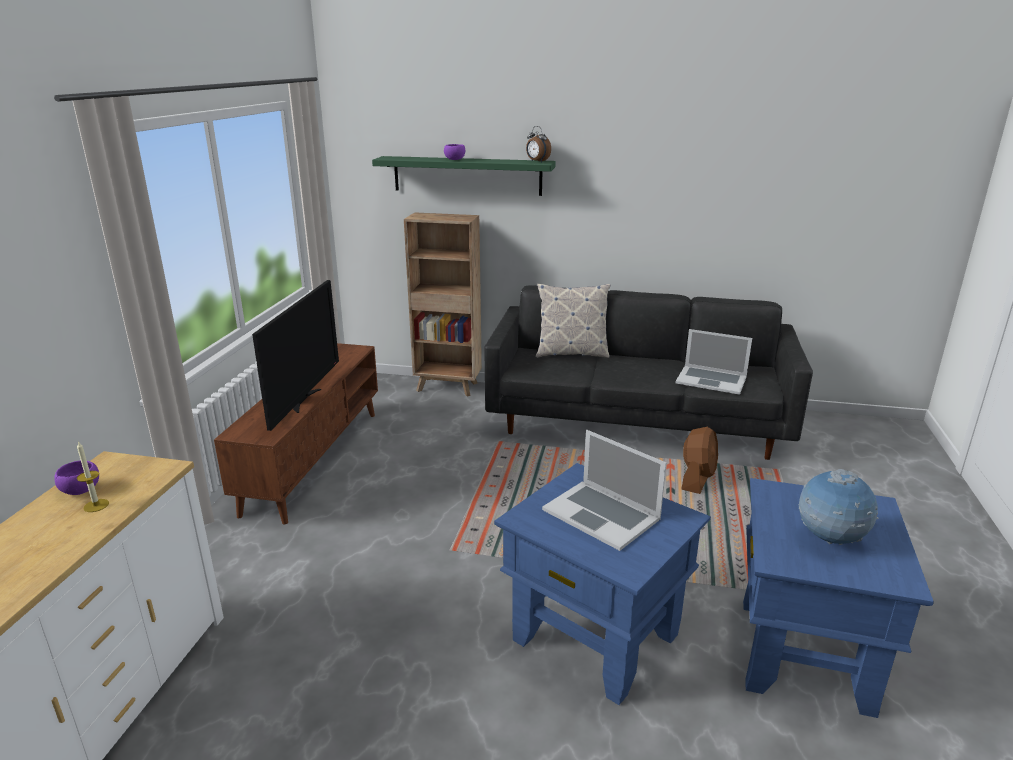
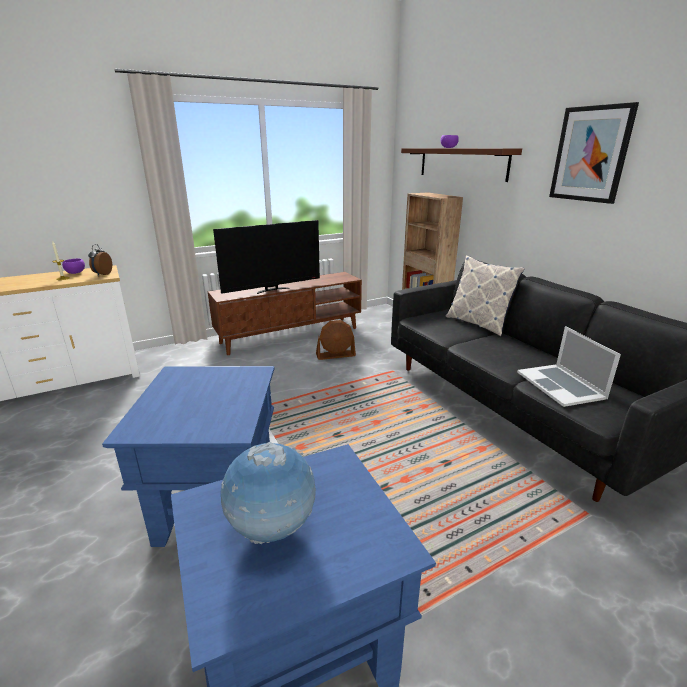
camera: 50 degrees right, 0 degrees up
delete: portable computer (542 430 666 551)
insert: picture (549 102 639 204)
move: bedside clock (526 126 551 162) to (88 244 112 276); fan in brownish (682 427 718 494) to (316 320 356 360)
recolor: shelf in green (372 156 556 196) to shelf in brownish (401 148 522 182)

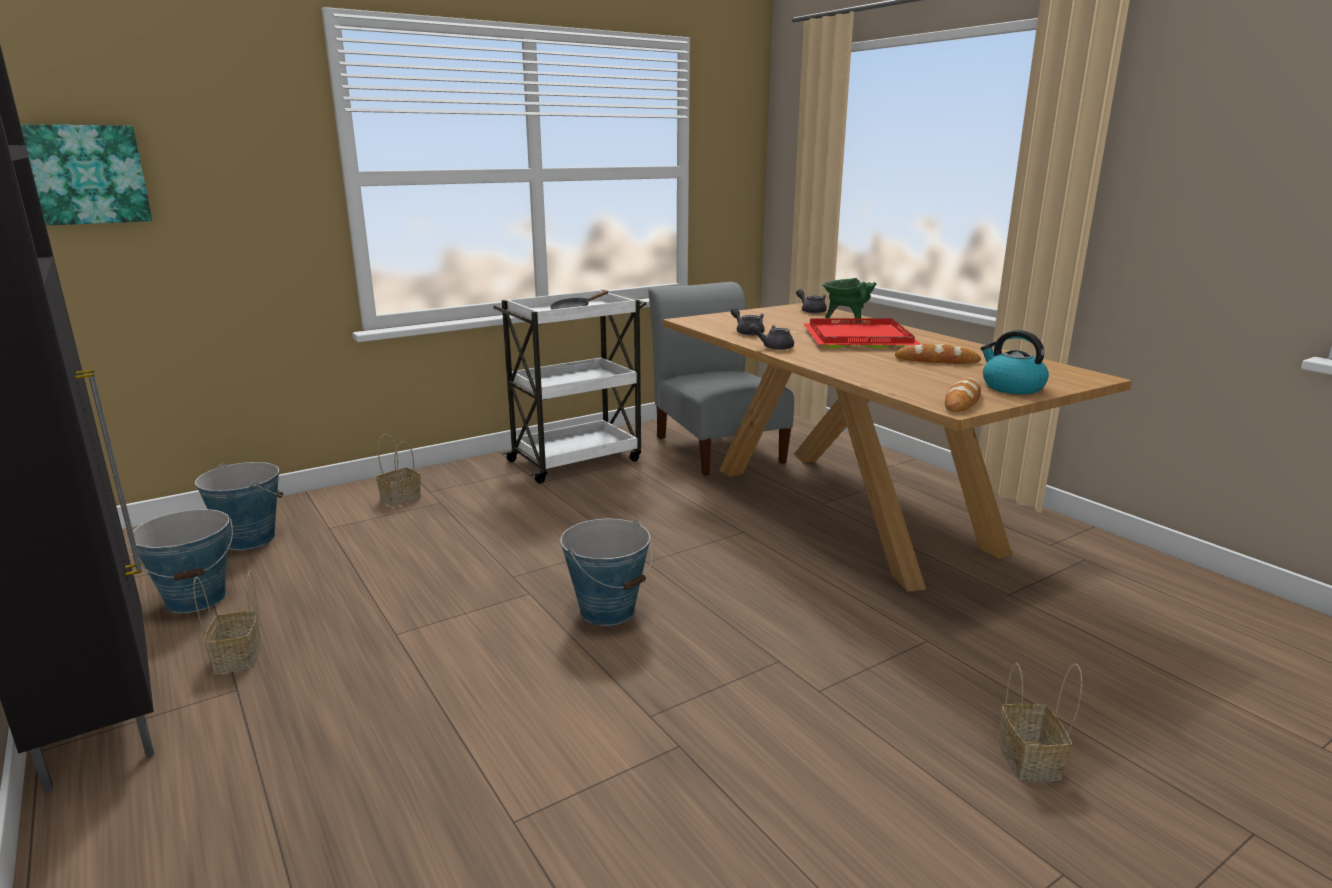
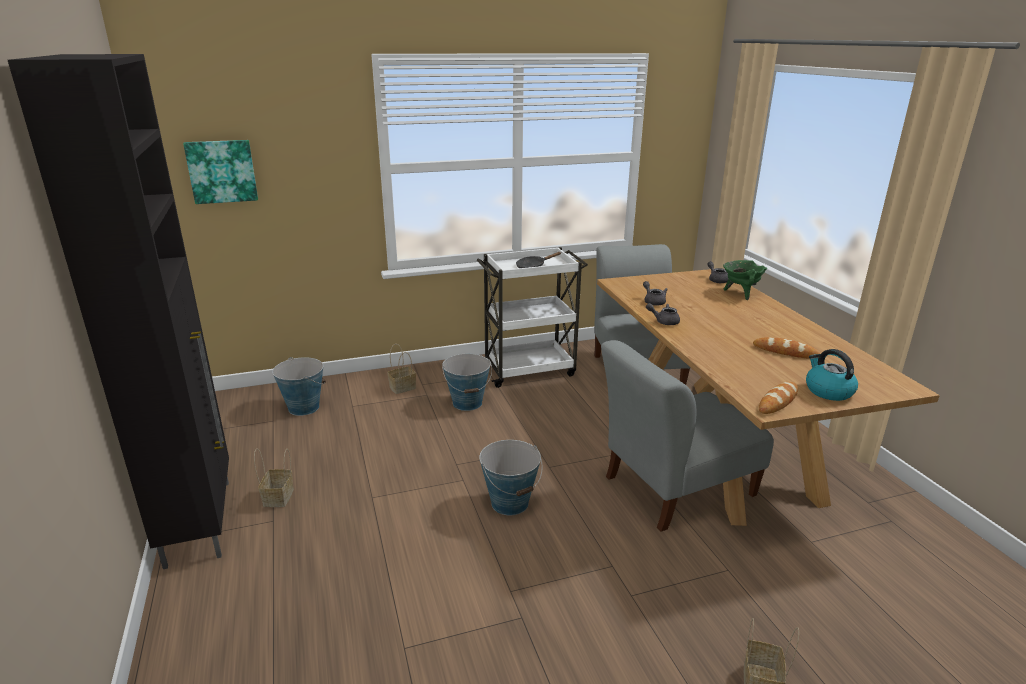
camera: 15 degrees right, 5 degrees up
delete: serving tray in red (804 318 920 348)
insert: upright chair in gray (601 340 774 532)
move: bucket (128 509 233 613) to (442 354 492 411)

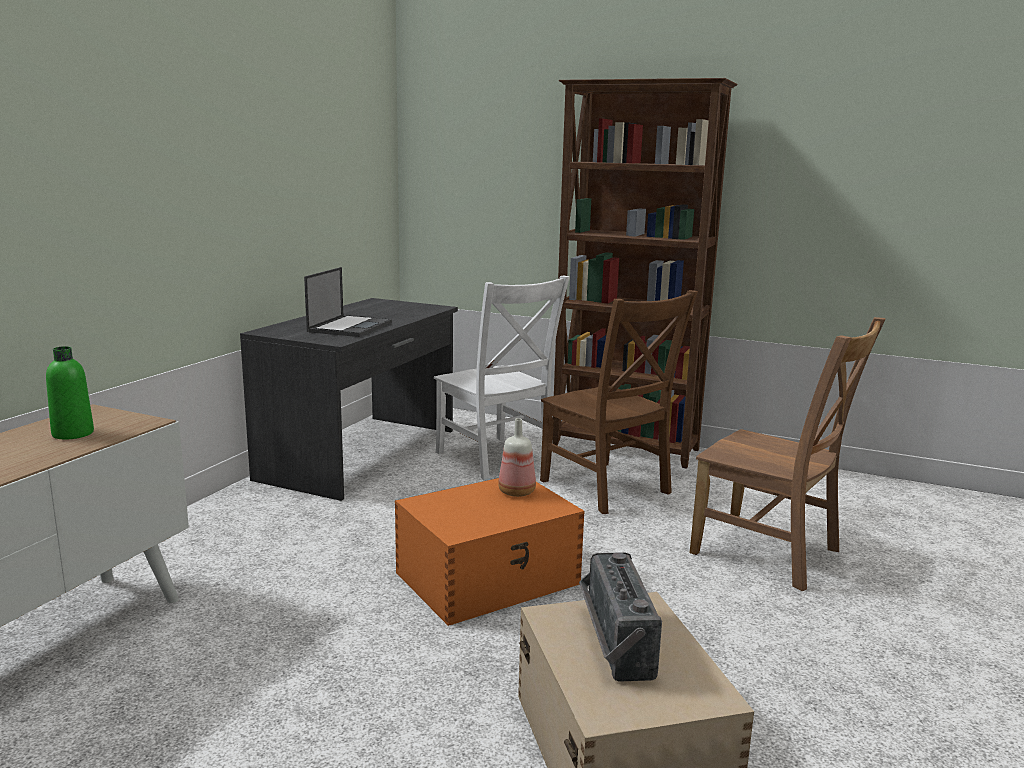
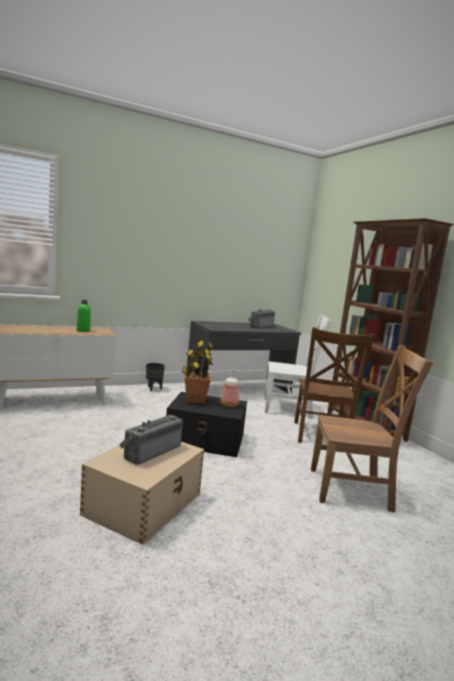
camera: 40 degrees right, 5 degrees down
delete: portable computer (304 267 392 337)
insert: plant pot in blackish (146 363 165 391); houseplant (182 340 214 404); radio receiver (248 309 275 328)
recolor: storage bin in orange (395 478 585 626) to storage bin in blackish (166 392 247 457)
rotate: upright chair in white (434 276 570 481) = (264 314 333 419) 90 degrees counterclockwise; upright chair in brownish (690 317 885 591) = (311 345 434 513) 75 degrees counterclockwise

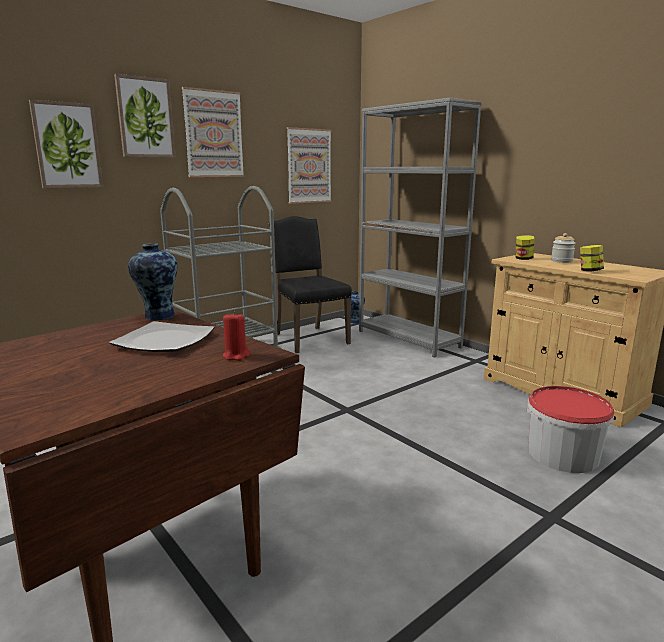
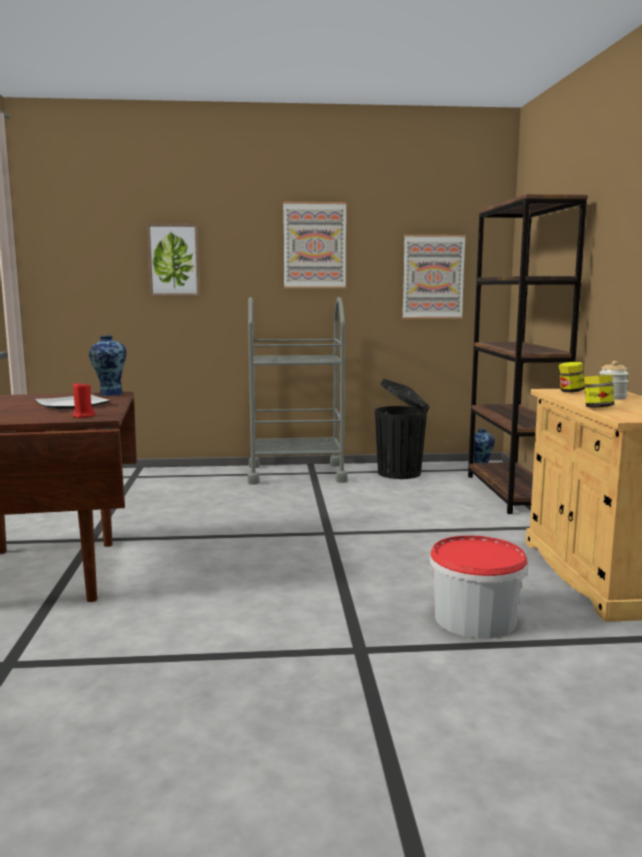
camera: 35 degrees right, 5 degrees down
delete: picture (114 74 176 158)
replace: upright chair in blackish (269 216 352 353) to trash can in blackish (375 379 430 479)
recolor: bookshelf in gray (359 98 482 358) to bookshelf in brownish (468 194 588 514)

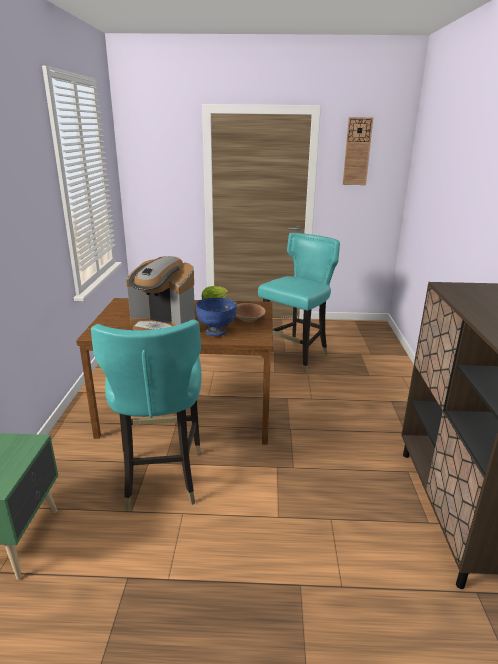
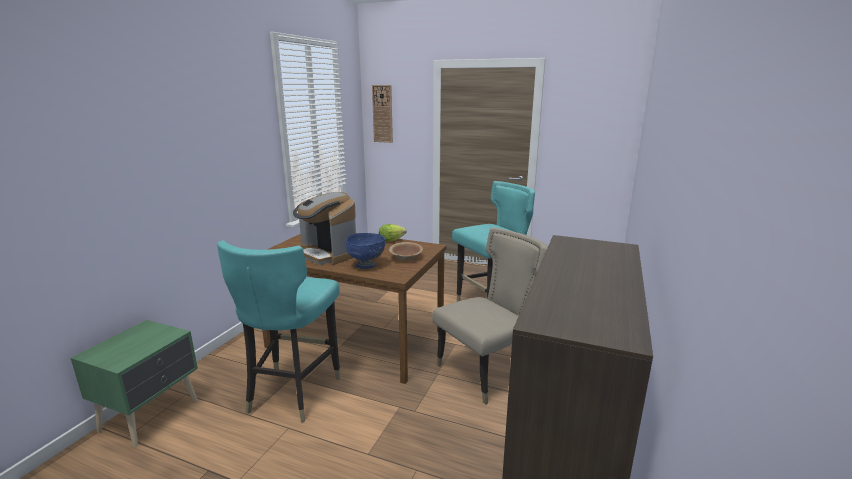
camera: 20 degrees right, 5 degrees down
insert: upright chair in beige-coloured (432 228 548 405)
move: hanging clock (343 117 373 185) to (372 85 393 143)

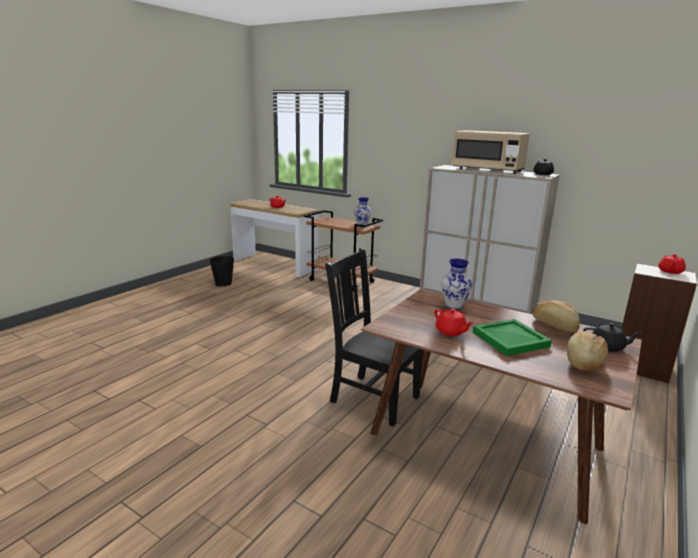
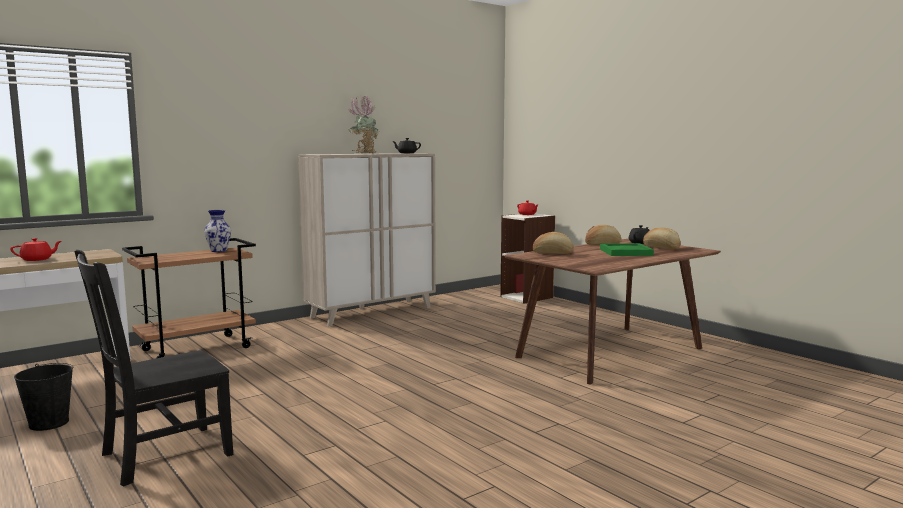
camera: 70 degrees left, 10 degrees down
delete: pot for tea in red (434 309 474 336)
move: upright chair in blackish (325 248 423 426) to (74 250 233 487)
replace: flower vase (441 258 472 309) to bread (532 232 574 254); microwave oven in beige-coloured (451 130 529 174) to houseplant (348 95 380 153)

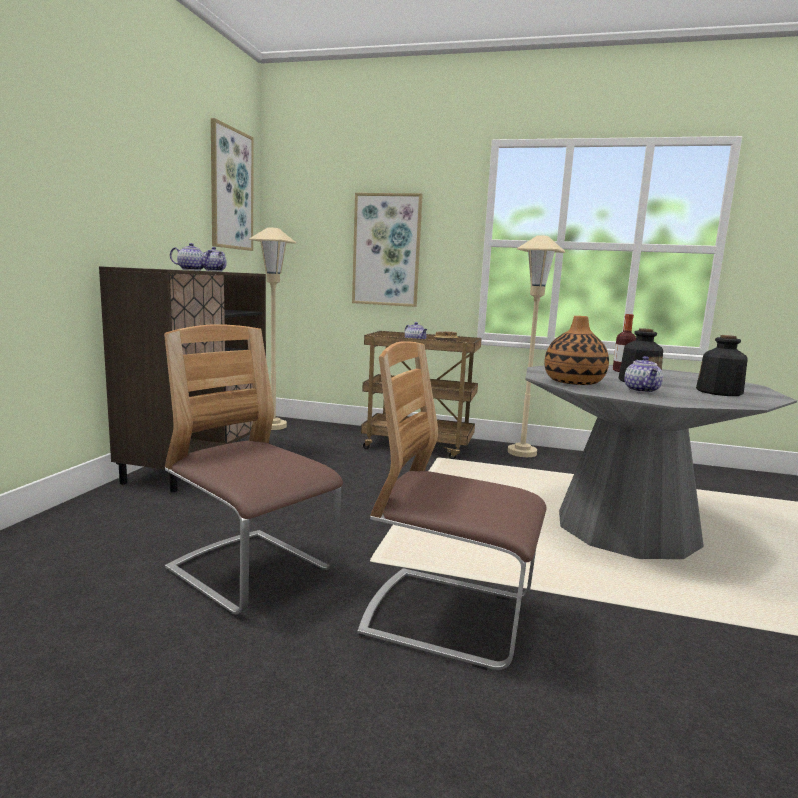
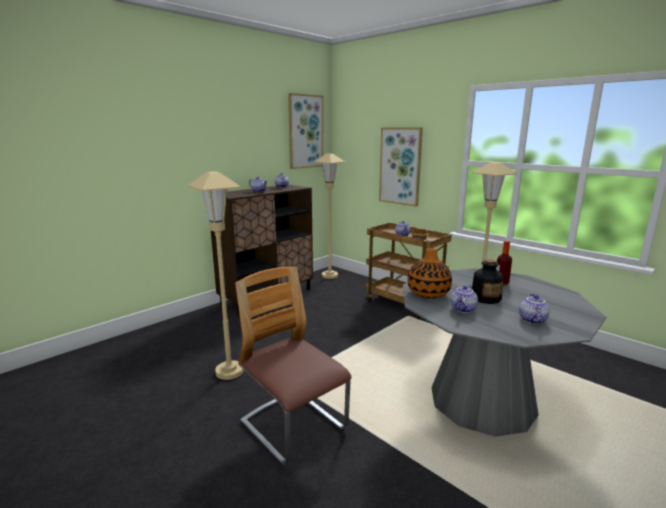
camera: 30 degrees right, 5 degrees up
replace: upright chair (164 324 343 614) to standing lamp in beige-coloured (188 172 244 380); drink bottle (696 335 748 396) to pot for tea (519 293 550 324)

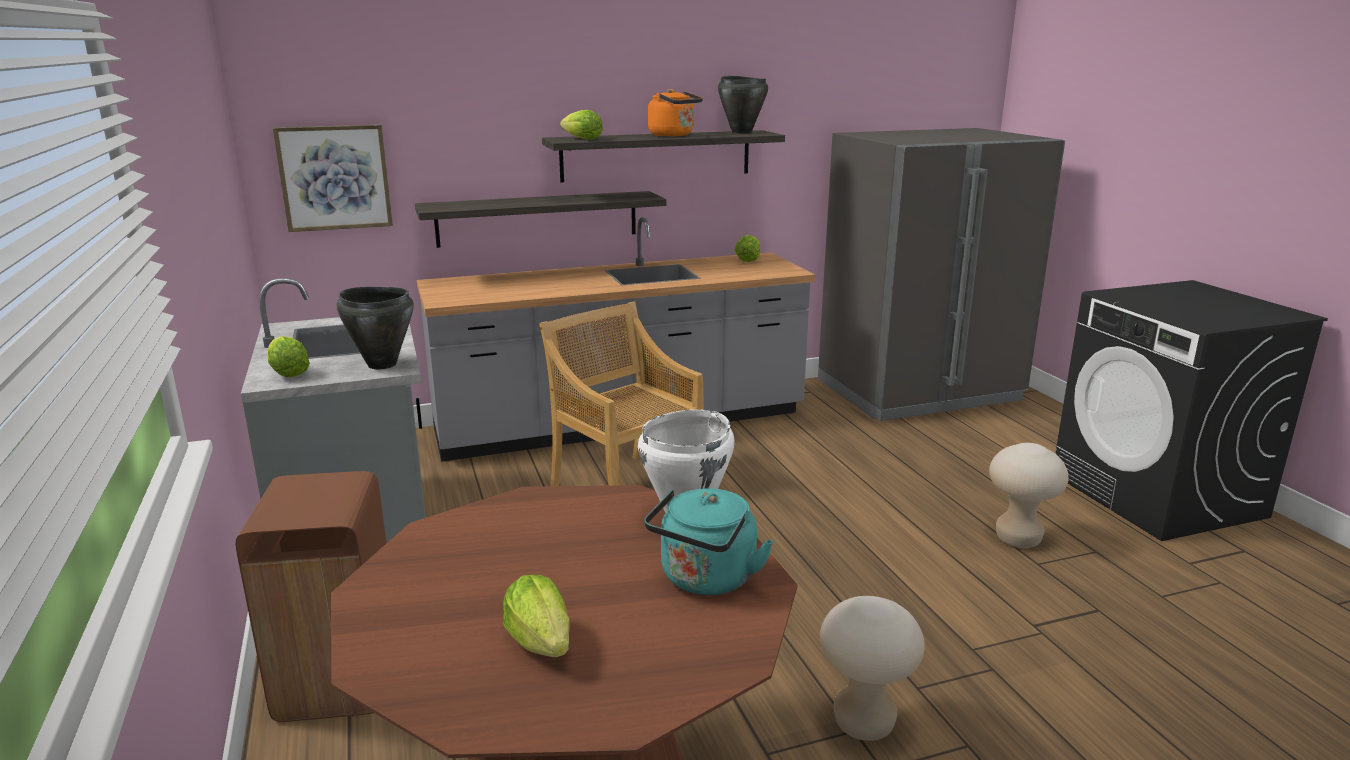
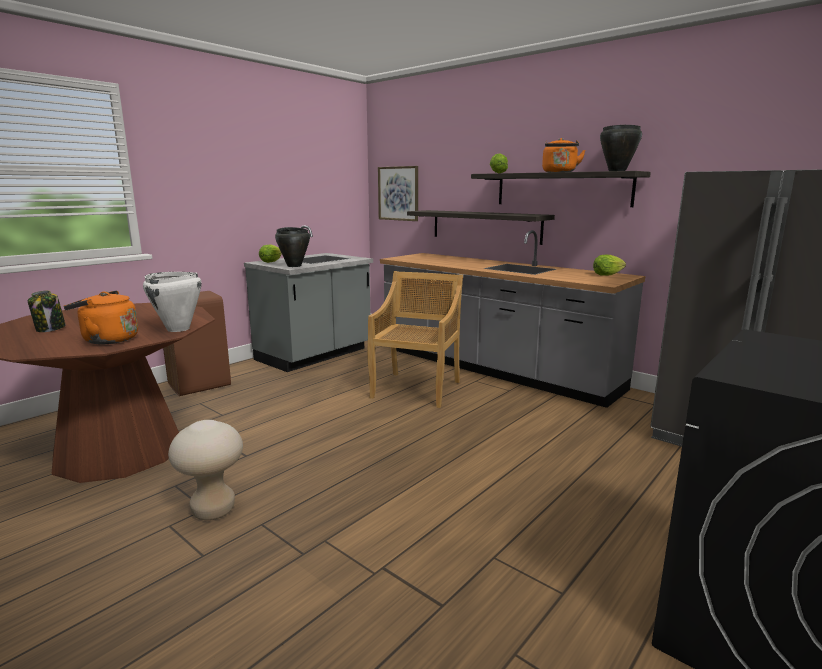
camera: 60 degrees right, 5 degrees down
delete: sitting stool in beige-coloured (989 443 1069 548)
replace: lettuce (503 575 570 657) to jar (28 290 66 332)
recolor: kettle in blue-green (644 488 774 595) to kettle in orange (64 290 138 344)

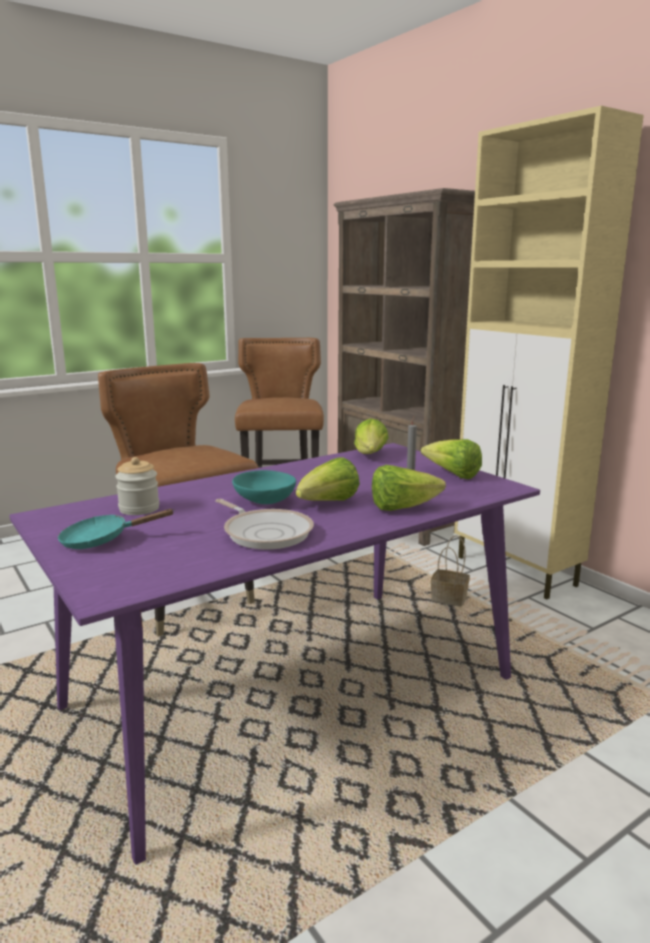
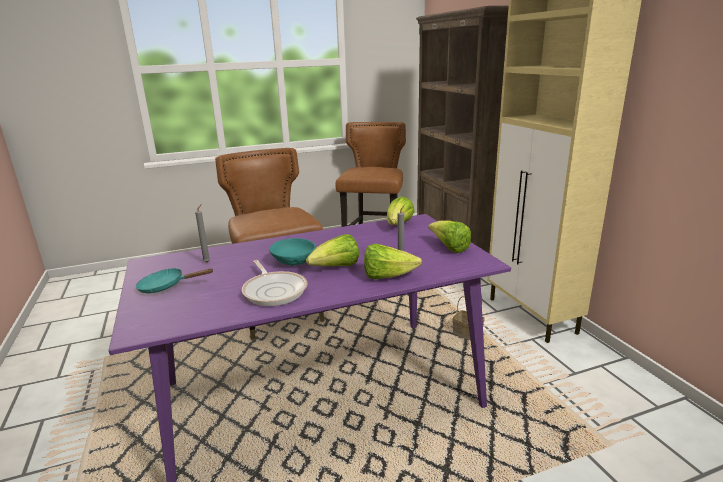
camera: 15 degrees right, 5 degrees up
replace: jar (115 457 159 515) to candle in gray (195 204 210 263)

